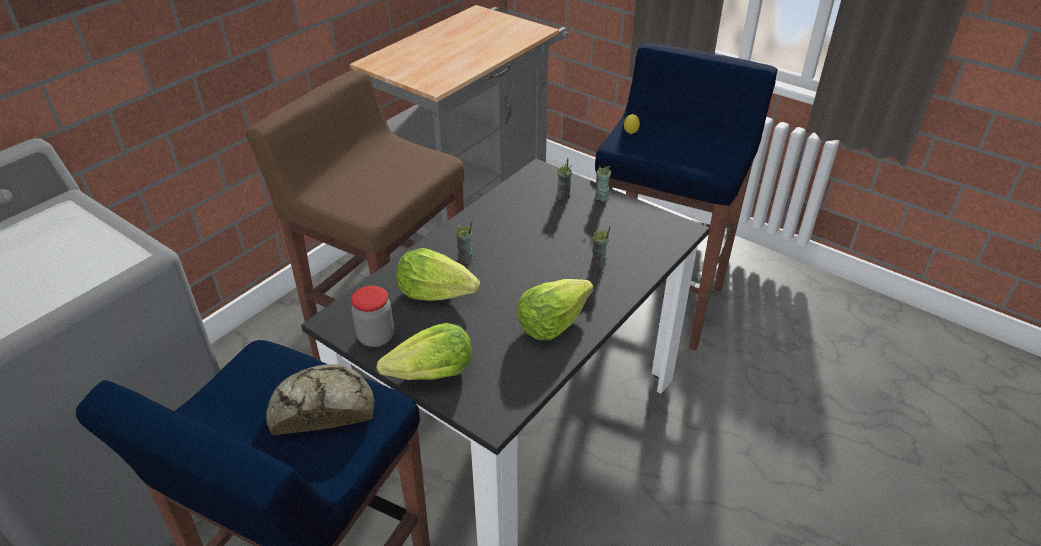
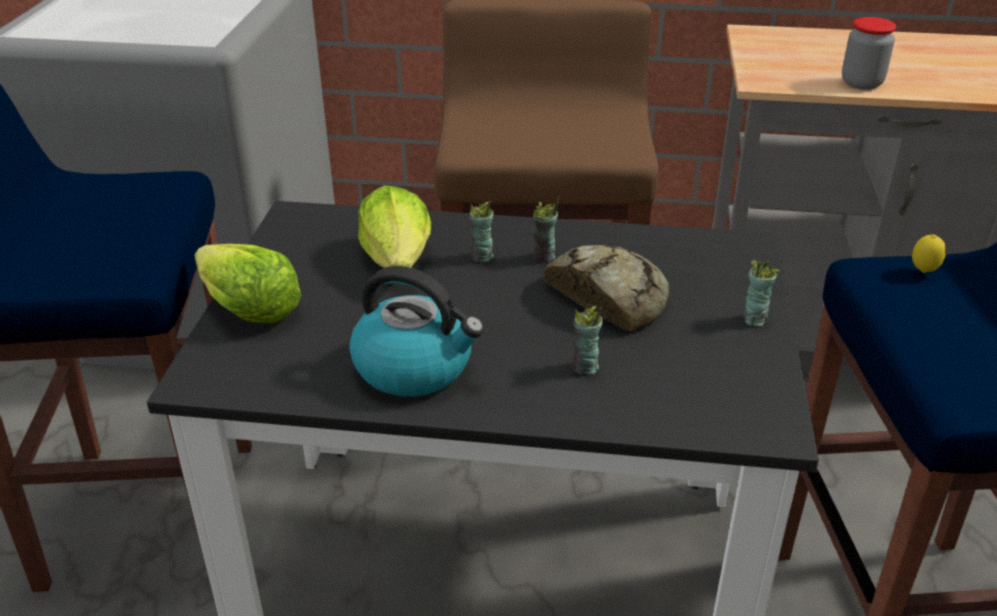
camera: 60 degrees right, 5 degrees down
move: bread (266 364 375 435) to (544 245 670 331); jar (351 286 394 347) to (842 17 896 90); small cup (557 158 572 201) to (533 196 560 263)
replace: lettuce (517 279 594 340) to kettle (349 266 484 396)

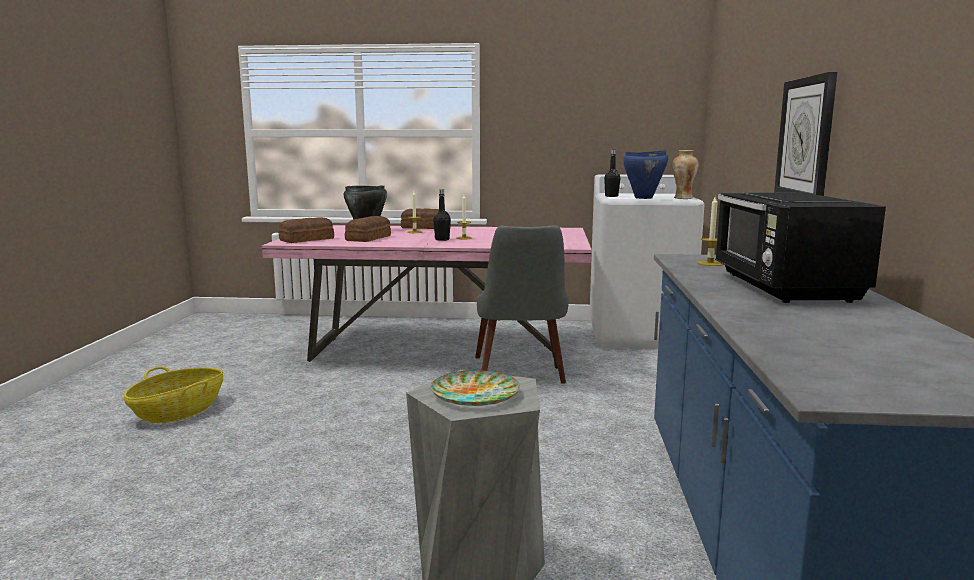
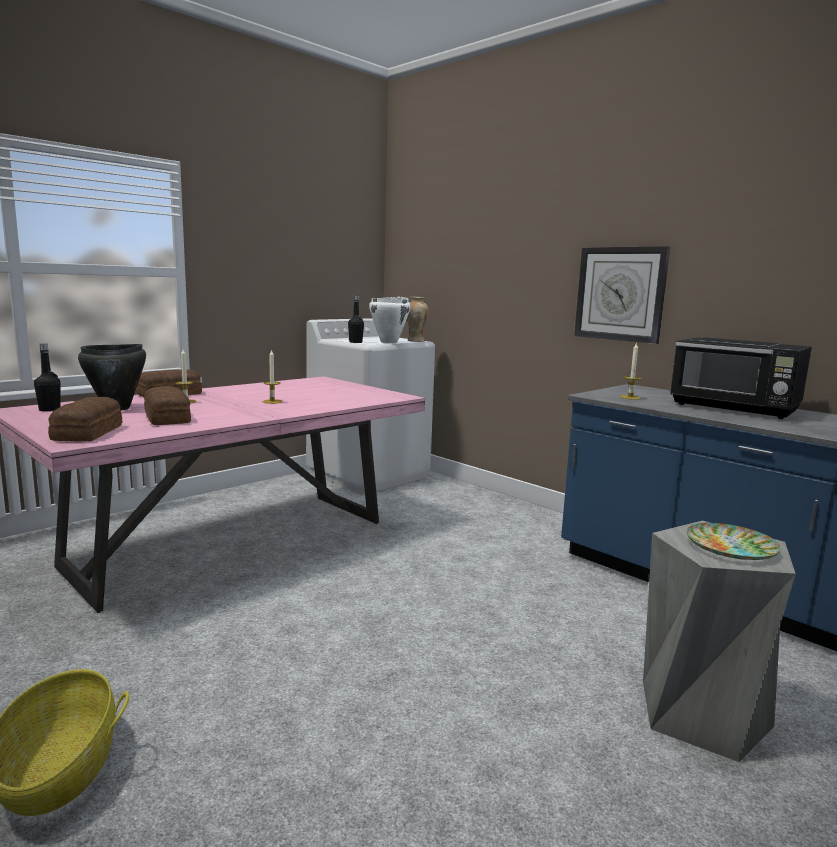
camera: 50 degrees left, 0 degrees up
delete: upright chair in gray (475 225 569 384)
move: drink bottle in blackish (433 189 451 241) to (34 344 61 412)
recolor: stockpot in blue-coloured (623 150 668 199) to stockpot in white (369 297 410 344)

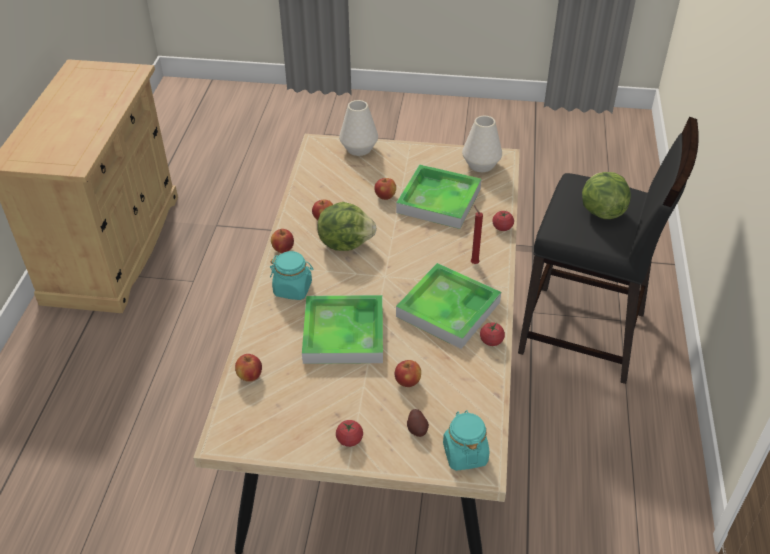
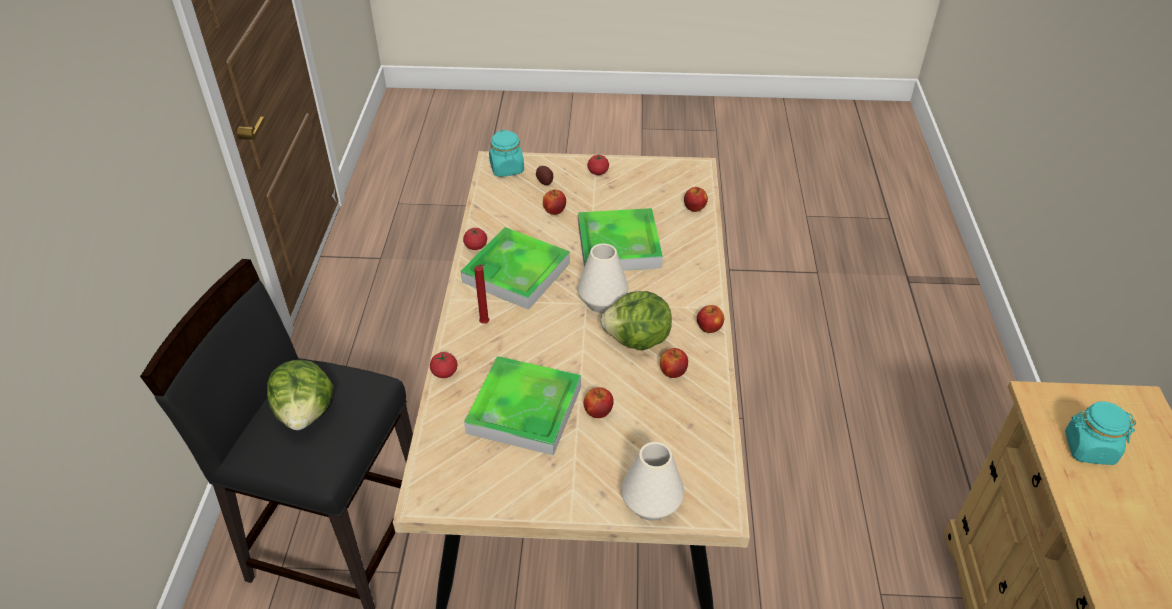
camera: 175 degrees right, 0 degrees up
move: jar in blue-green (270 251 314 300) to (1065 401 1136 465); flower vase in white (462 116 502 172) to (578 243 628 313)

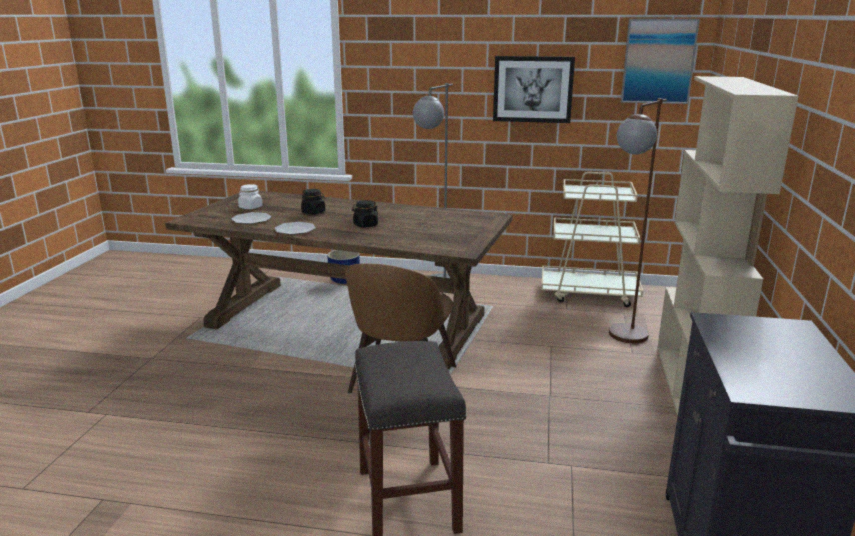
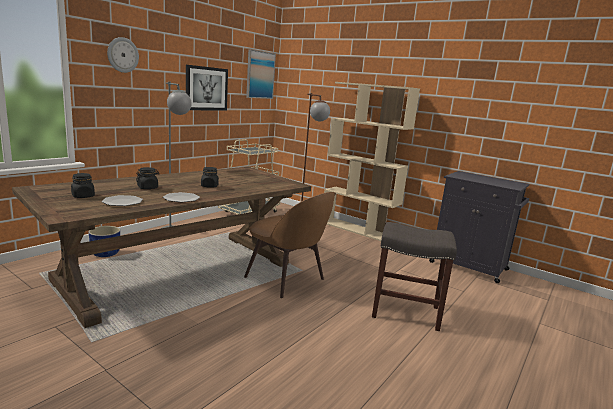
camera: 65 degrees left, 5 degrees down
insert: hanging clock (107 37 139 73)
recolor: jar in white (238 184 262 209) to jar in blackish (71 173 95 198)

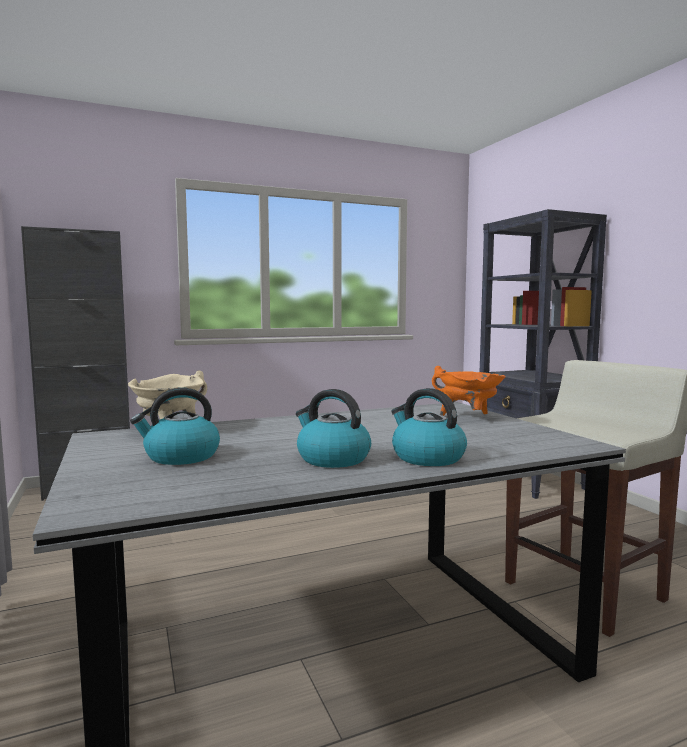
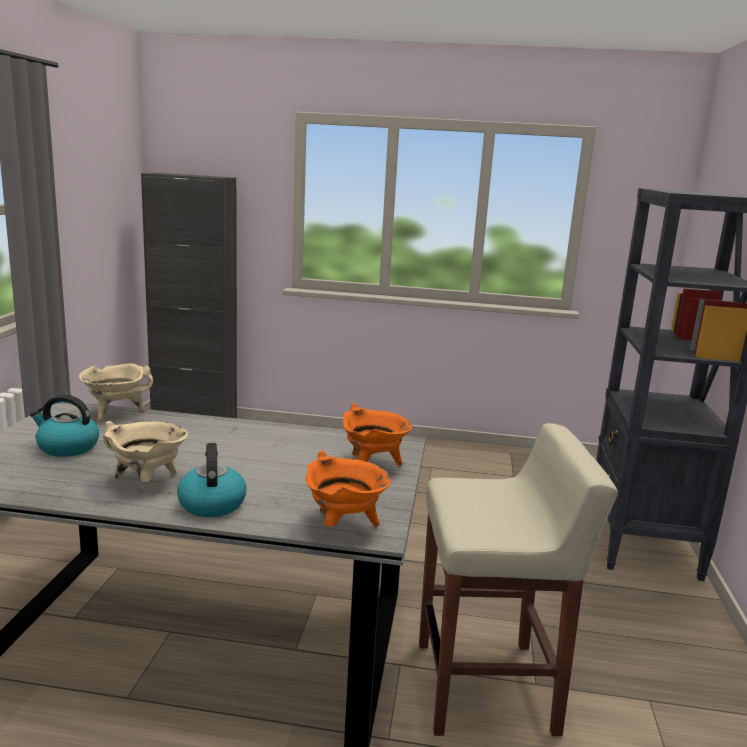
camera: 30 degrees right, 10 degrees up
insert: stockpot in orange (306 450 391 527)
replace: kettle (296 389 371 468) to stockpot in beige-coloured (103 421 188 482)

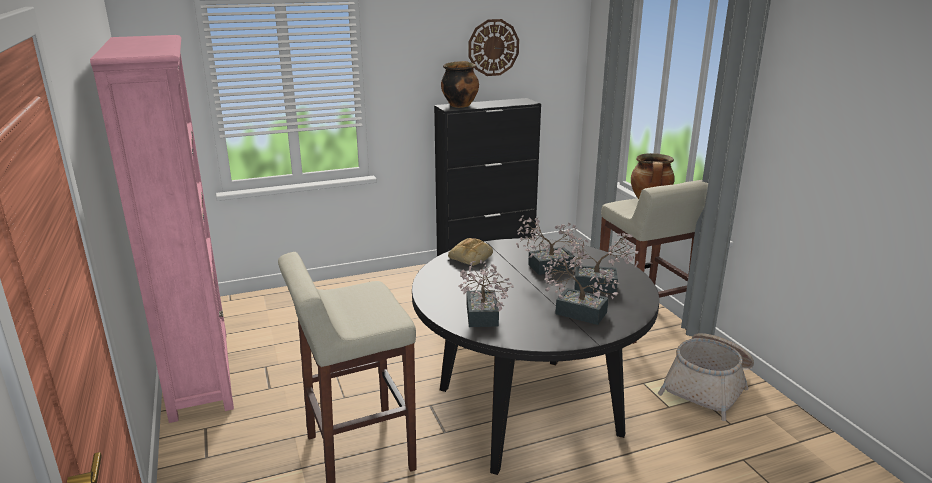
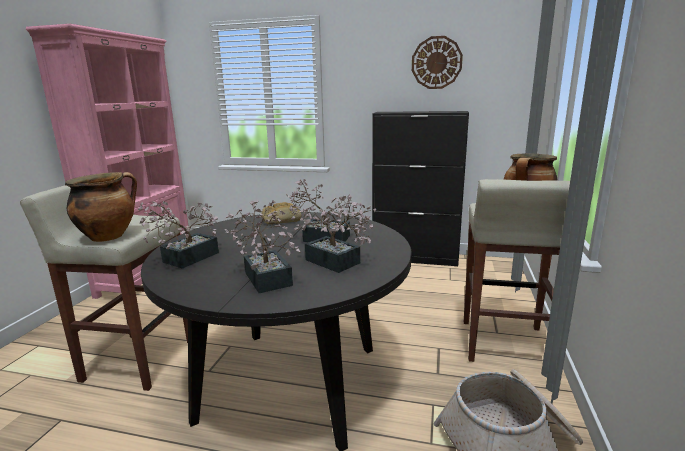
camera: 35 degrees right, 5 degrees down
move: stockpot (441 61 479 108) to (65 172 137 242)

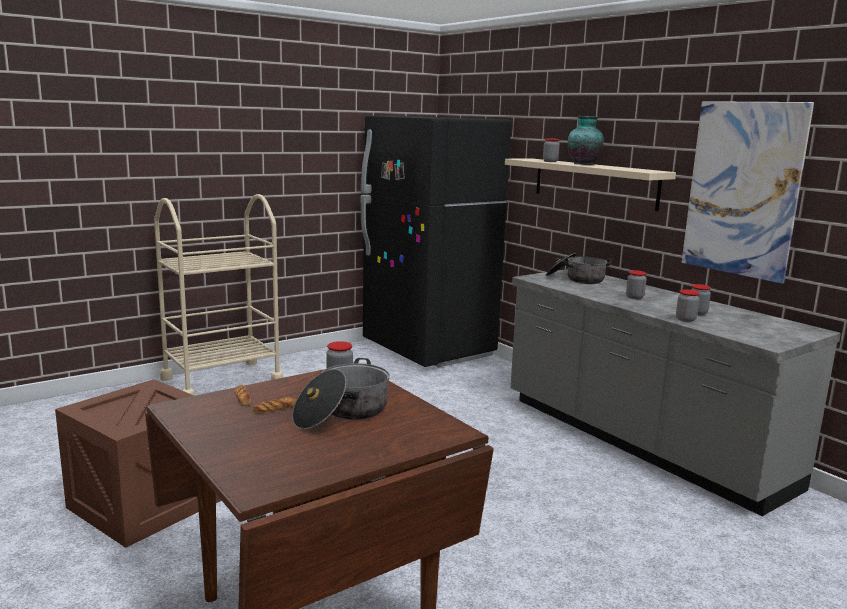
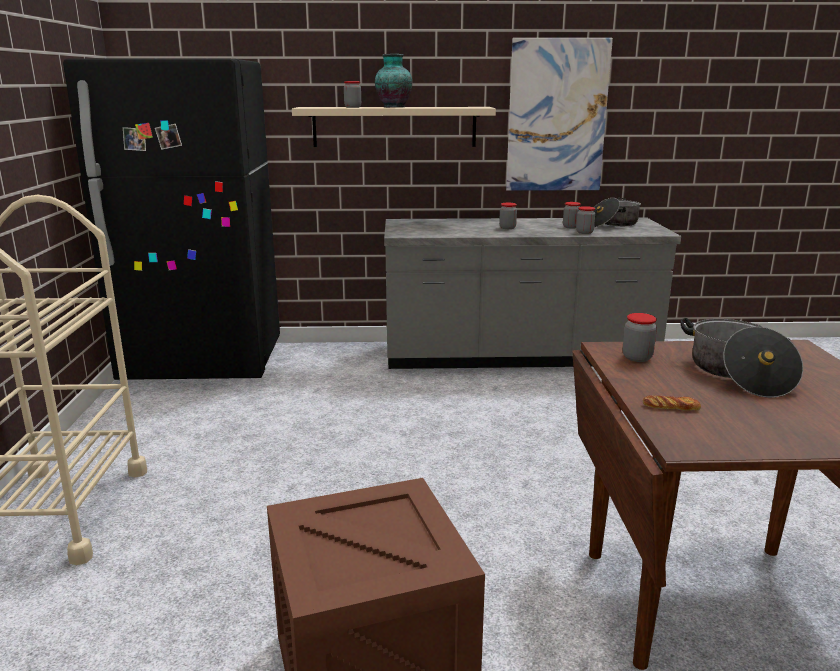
camera: 55 degrees left, 5 degrees up
delete: bread (253 397 296 413)
move: stockpot (546 253 612 284) to (594 198 641 227)

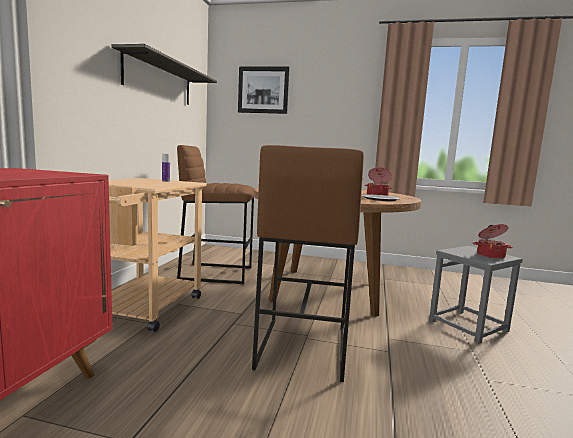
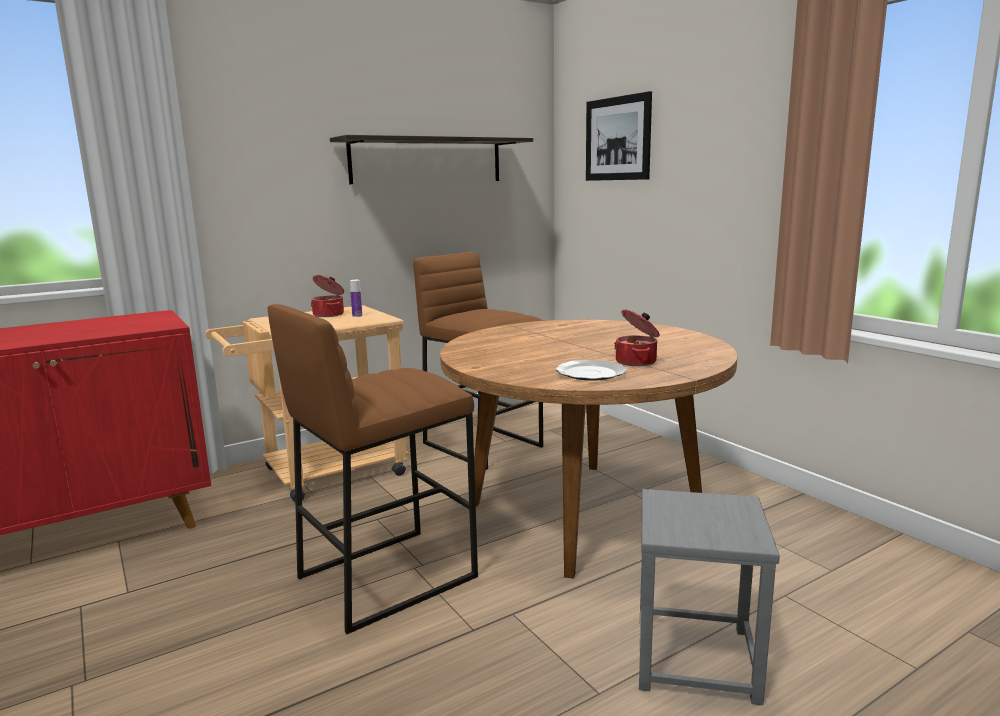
camera: 45 degrees right, 5 degrees up
move: stockpot (473 224 513 259) to (311 275 344 317)

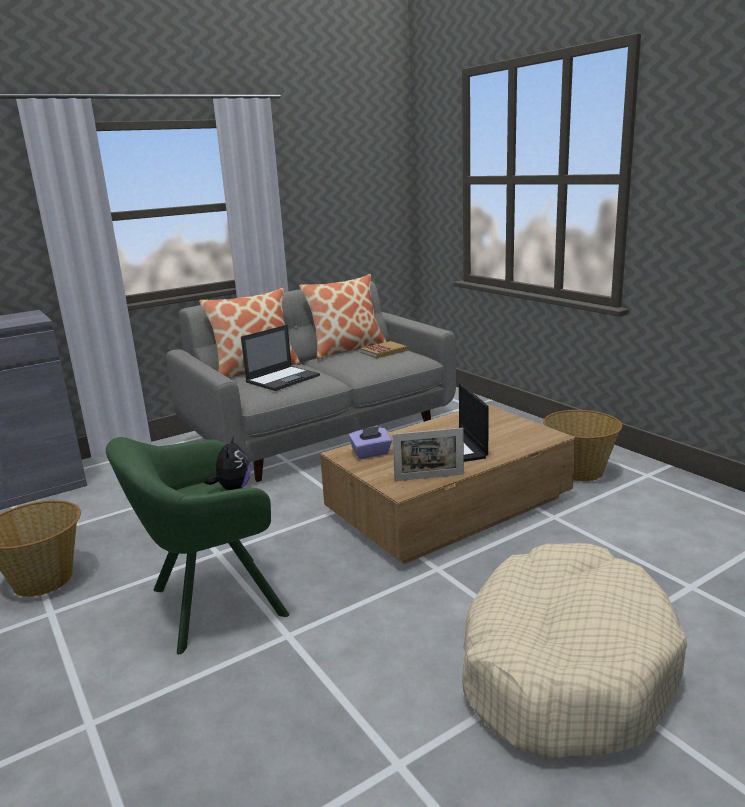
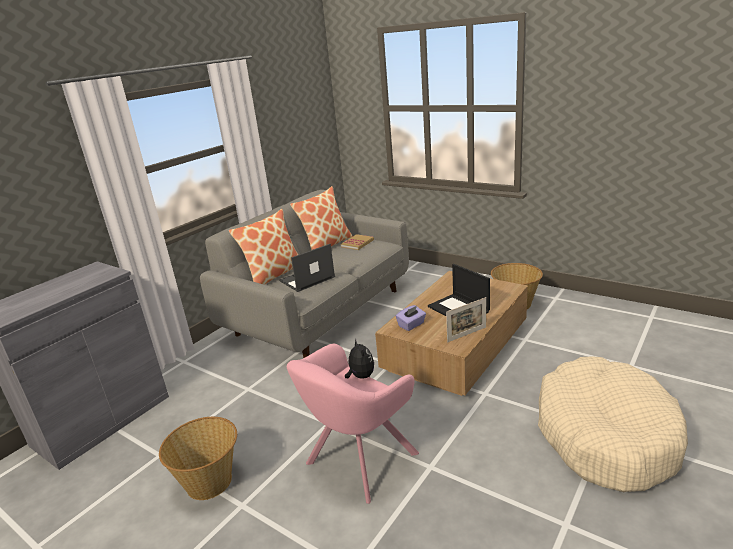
camera: 20 degrees left, 5 degrees up
recolor: lounge chair in green (106 437 289 654) to lounge chair in pinkish (287 344 419 504)
rotate: portable computer (241 325 320 391) = (279 244 335 292) 150 degrees counterclockwise

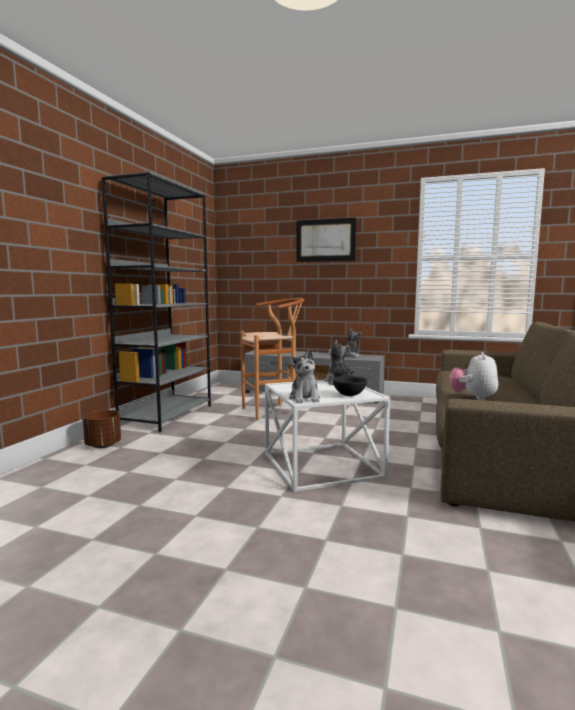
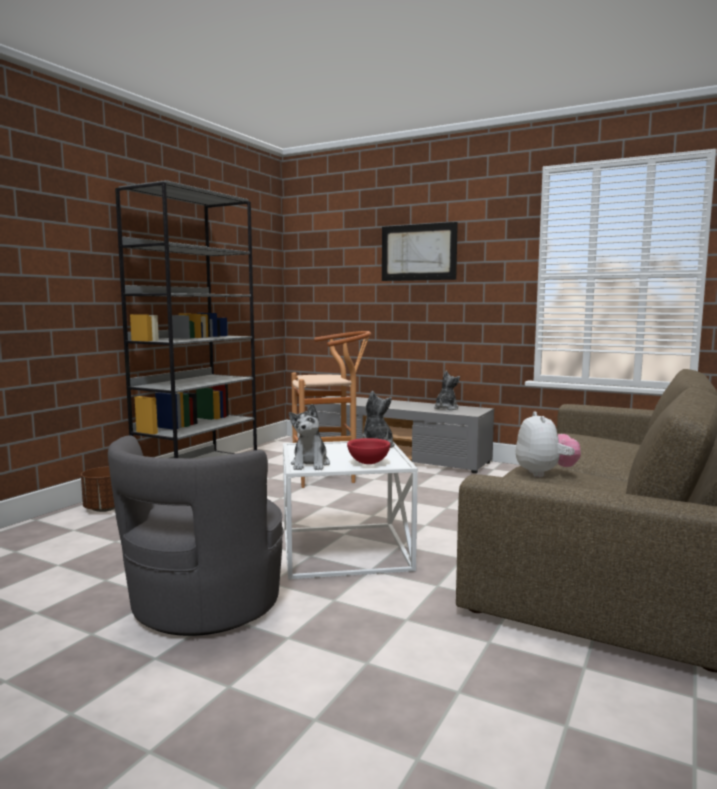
camera: 10 degrees right, 0 degrees up
insert: lounge chair in gray (108 435 283 636)
recolor: bowl in blackish (333 376 367 396) to bowl in red (347 438 390 464)
rotate: plush toy (450 352 498 400) = (516 411 581 477) 150 degrees clockwise

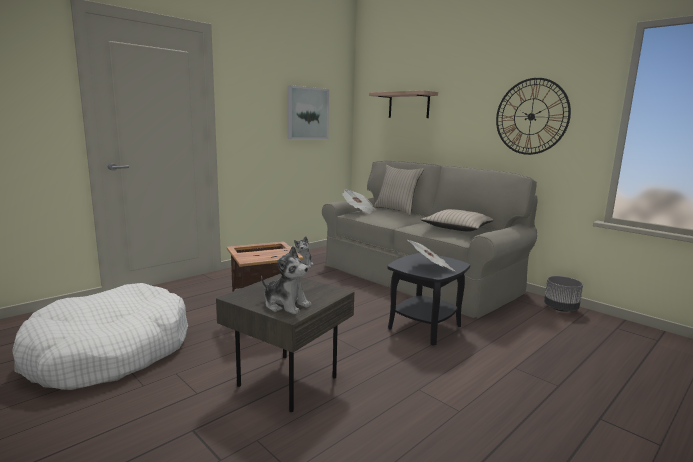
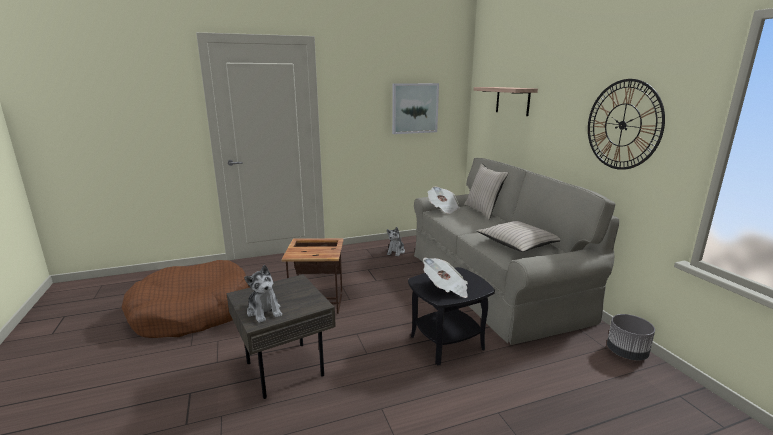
camera: 25 degrees right, 5 degrees up
recolor: dog cushion in white (12 283 188 390) to dog cushion in brownish (122 260 250 338)

